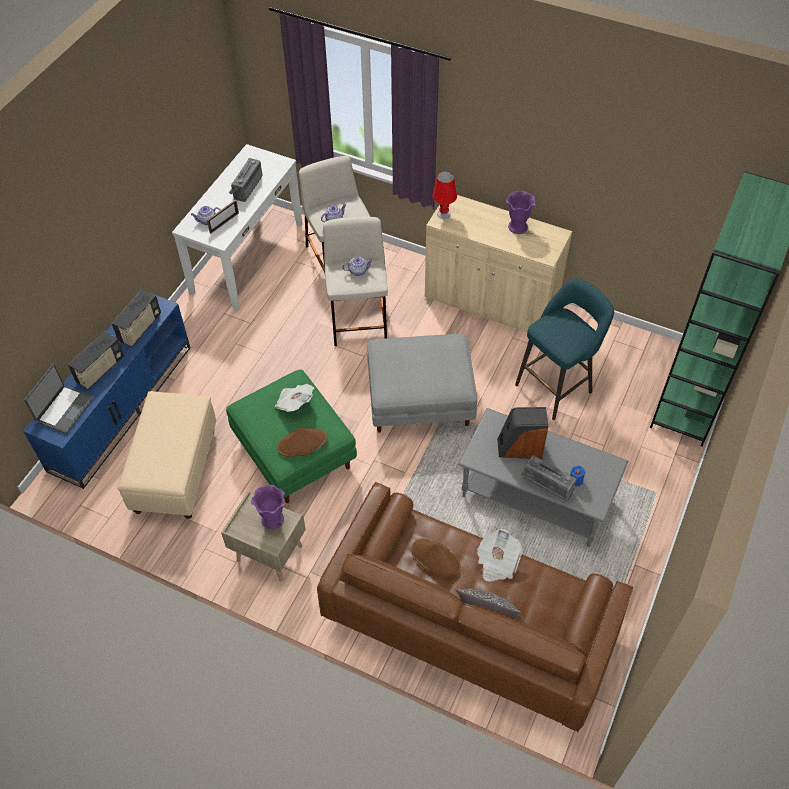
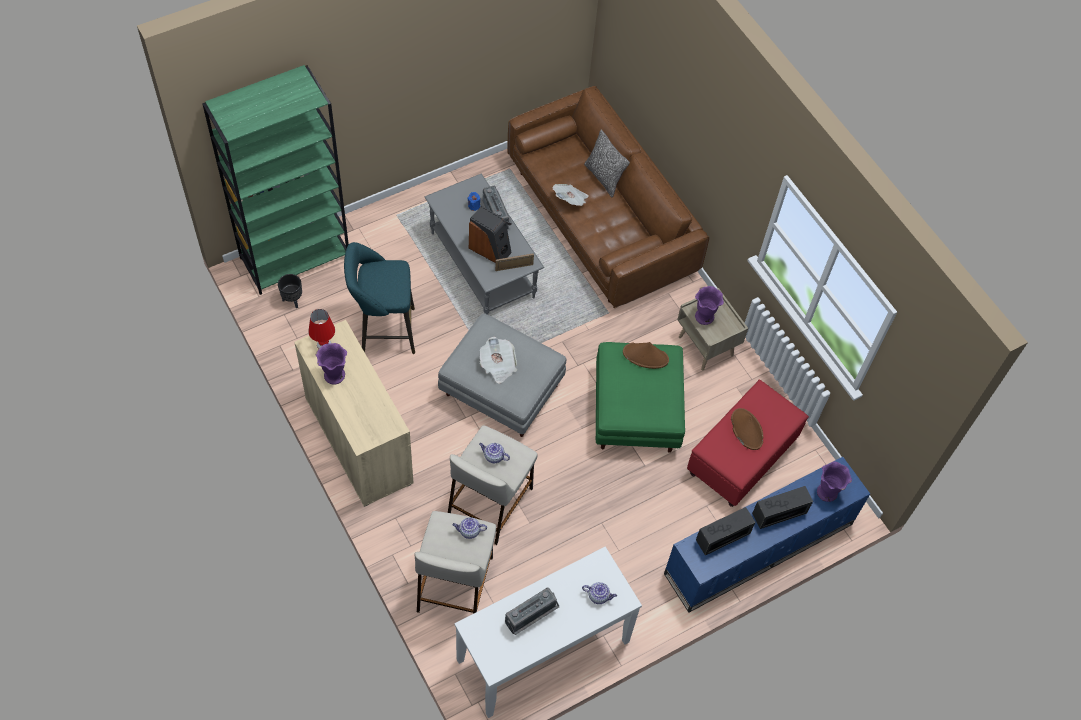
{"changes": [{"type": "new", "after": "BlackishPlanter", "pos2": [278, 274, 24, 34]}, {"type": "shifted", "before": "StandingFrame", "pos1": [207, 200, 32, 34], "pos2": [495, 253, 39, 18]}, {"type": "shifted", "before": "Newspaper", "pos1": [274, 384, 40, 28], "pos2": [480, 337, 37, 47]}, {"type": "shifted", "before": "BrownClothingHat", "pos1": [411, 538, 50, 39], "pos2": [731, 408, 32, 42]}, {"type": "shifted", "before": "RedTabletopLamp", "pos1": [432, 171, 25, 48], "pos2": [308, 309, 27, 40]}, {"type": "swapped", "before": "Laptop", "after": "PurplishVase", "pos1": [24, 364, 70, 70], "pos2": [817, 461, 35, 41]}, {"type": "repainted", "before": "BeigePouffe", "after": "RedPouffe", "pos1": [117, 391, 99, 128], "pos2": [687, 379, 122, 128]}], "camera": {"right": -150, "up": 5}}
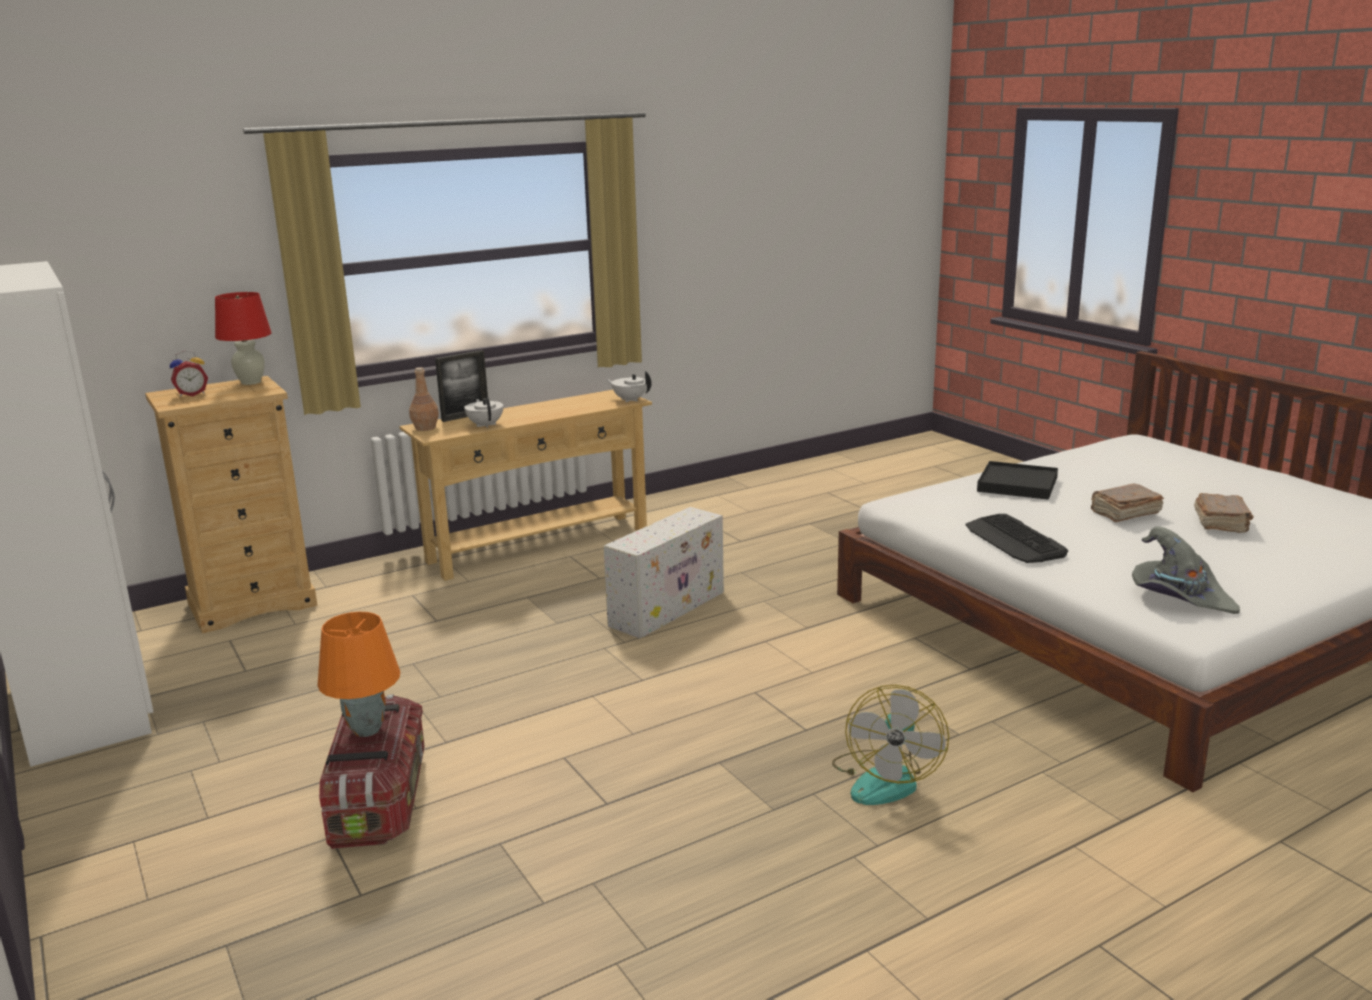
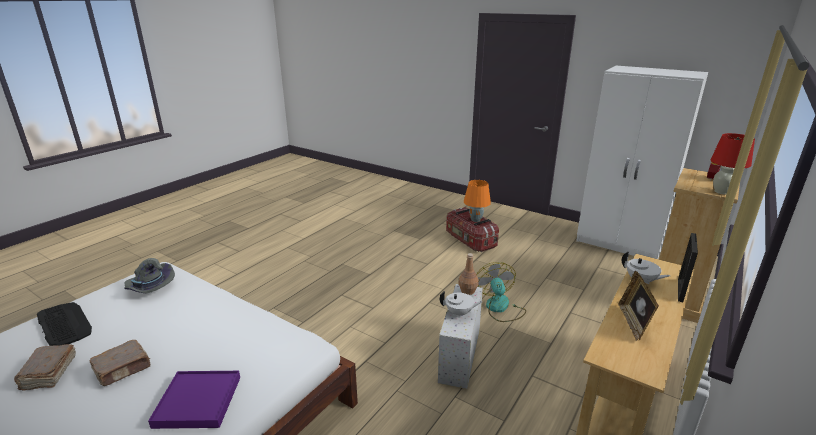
{"changes": [{"type": "new", "after": "StandingFrame", "pos2": [618, 271, 41, 70]}, {"type": "shifted", "before": "BrownBeverageBottle", "pos1": [409, 367, 30, 64], "pos2": [458, 253, 21, 42]}, {"type": "shifted", "before": "WhiteColouredTeaPot", "pos1": [606, 371, 45, 31], "pos2": [440, 291, 42, 24]}, {"type": "shifted", "before": "Fan", "pos1": [832, 685, 117, 120], "pos2": [477, 262, 49, 60]}, {"type": "shifted", "before": "PcKeyboard", "pos1": [966, 514, 102, 49], "pos2": [37, 302, 55, 44]}, {"type": "repainted", "before": "BlackishTray", "after": "PurplishTray", "pos1": [977, 461, 81, 39], "pos2": [148, 371, 92, 58]}], "camera": {"right": 155, "up": 5}}
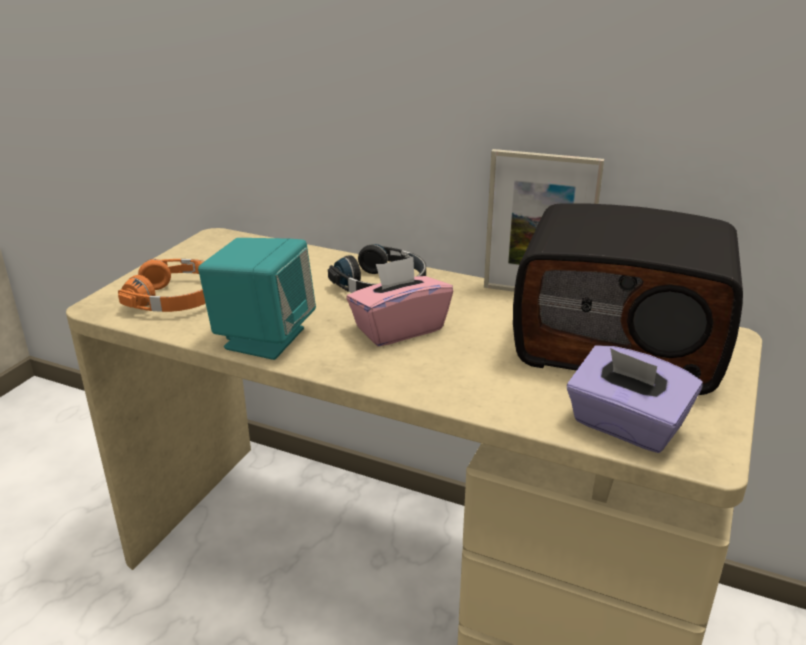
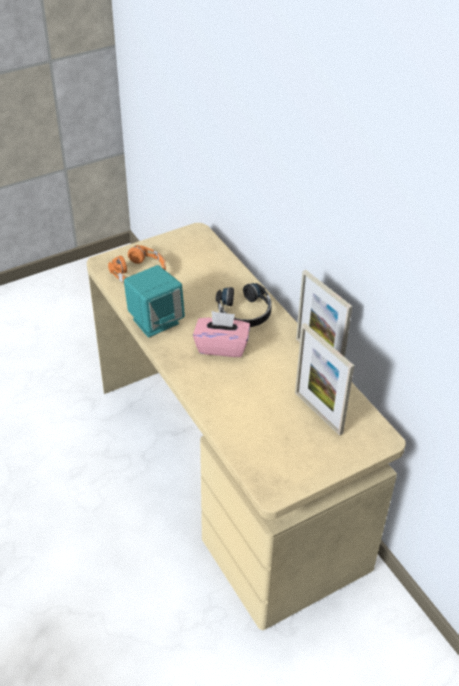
{"changes": [{"type": "gone", "before": "PurplishBoxOfTissues", "pos1": [567, 345, 136, 108]}, {"type": "swapped", "before": "RadioReceiver", "after": "StandingFrame", "pos1": [513, 203, 230, 192], "pos2": [295, 323, 59, 113]}], "camera": {"right": 35, "up": 15}}
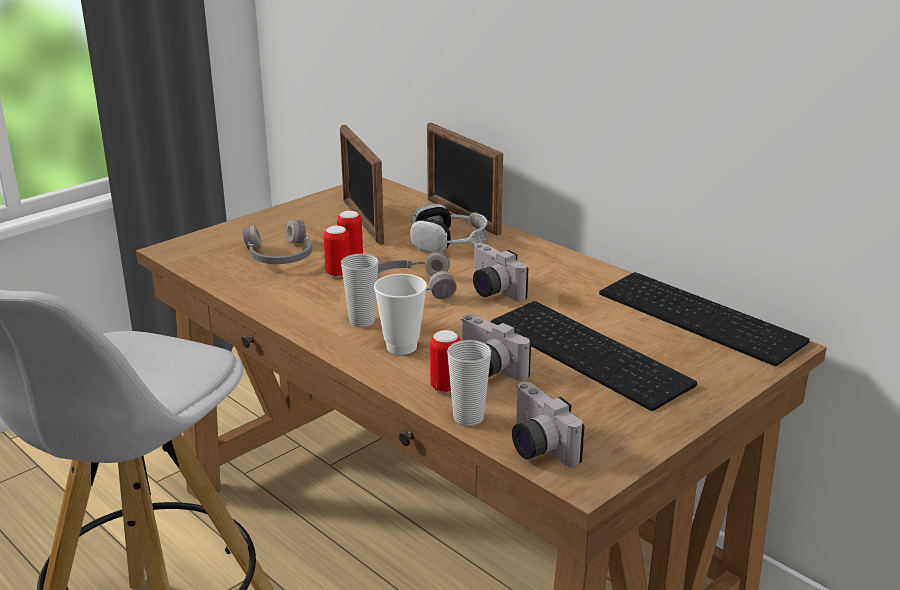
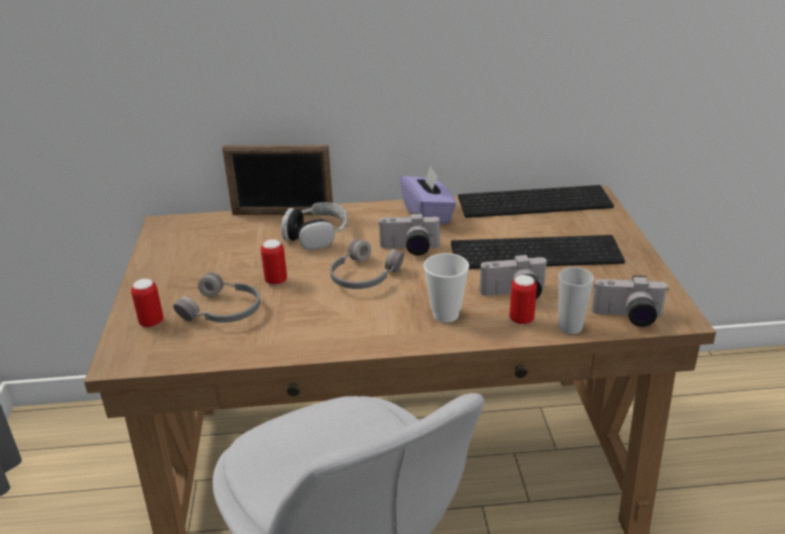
{"changes": [{"type": "gone", "before": "StandingFrame", "pos1": [340, 125, 44, 120]}, {"type": "gone", "before": "Cup", "pos1": [341, 254, 37, 73]}, {"type": "new", "after": "PurplishBoxOfTissues", "pos2": [400, 165, 57, 60]}, {"type": "shifted", "before": "Can", "pos1": [324, 226, 26, 51], "pos2": [131, 279, 33, 49]}], "camera": {"right": -50, "up": 5}}
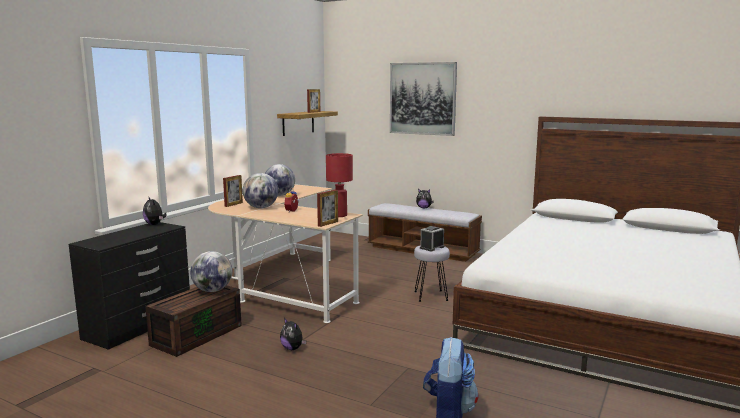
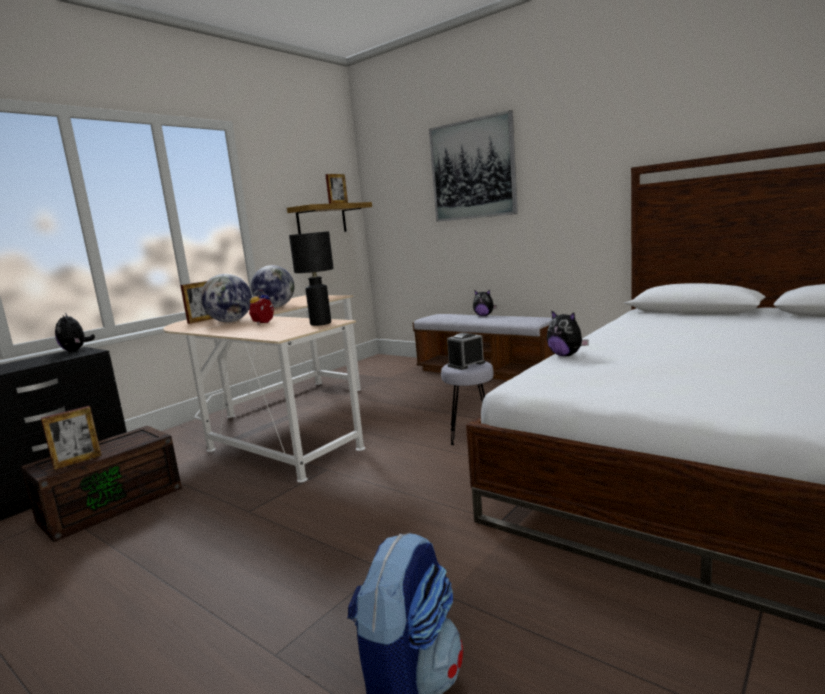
{"changes": [{"type": "gone", "before": "Globe", "pos1": [190, 251, 42, 41]}, {"type": "shifted", "before": "SoftToy", "pos1": [280, 318, 26, 32], "pos2": [547, 310, 42, 46]}, {"type": "shifted", "before": "StandingFrame", "pos1": [317, 190, 21, 37], "pos2": [41, 406, 61, 64]}, {"type": "repainted", "before": "RedTabletopLamp", "after": "BlackishTabletopLamp", "pos1": [326, 153, 27, 64], "pos2": [289, 231, 45, 95]}], "camera": {"right": 10, "up": 0}}
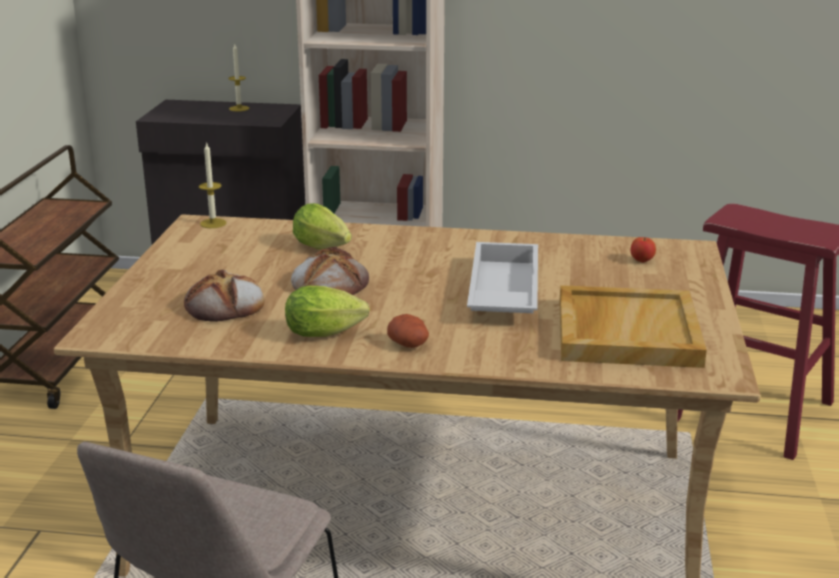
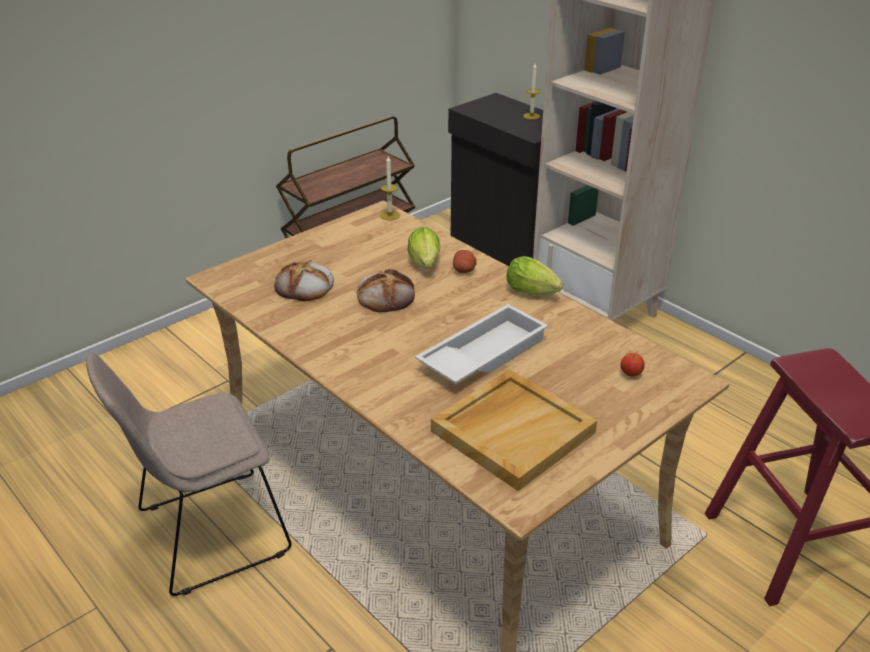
{"changes": [{"type": "shifted", "before": "Lettuce", "pos1": [285, 286, 85, 51], "pos2": [506, 256, 57, 39]}, {"type": "shifted", "before": "WholePotato", "pos1": [387, 314, 42, 34], "pos2": [453, 250, 24, 23]}], "camera": {"right": 40, "up": 10}}
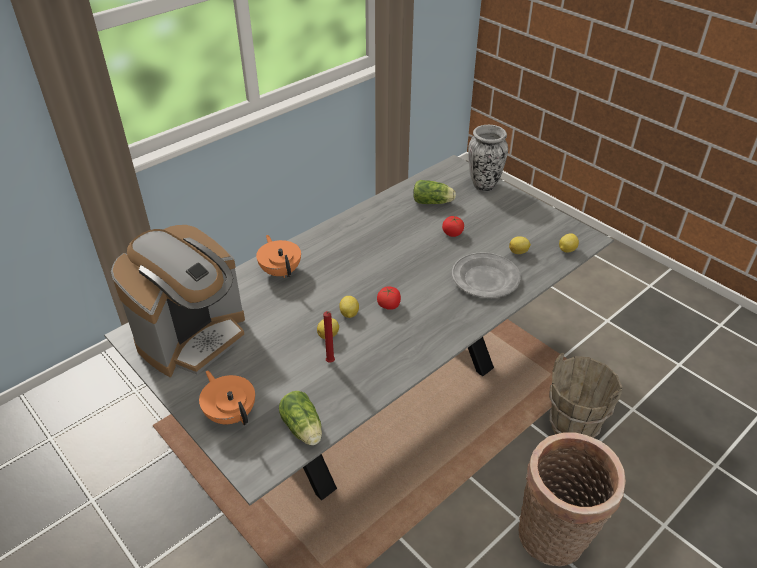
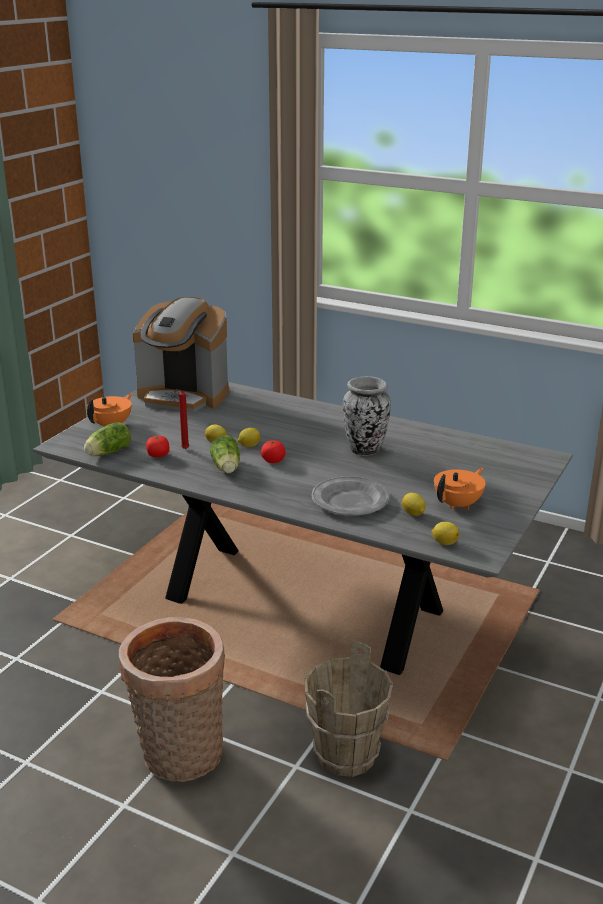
{"changes": [{"type": "shifted", "before": "OrangeTeaPot", "pos1": [256, 235, 45, 43], "pos2": [434, 468, 51, 42]}, {"type": "shifted", "before": "Lettuce", "pos1": [413, 180, 43, 24], "pos2": [210, 435, 30, 38]}, {"type": "shifted", "before": "Tomato", "pos1": [442, 216, 22, 21], "pos2": [146, 436, 23, 21]}, {"type": "shifted", "before": "Vase", "pos1": [468, 125, 40, 66], "pos2": [343, 376, 48, 80]}], "camera": {"right": 70, "up": -15}}
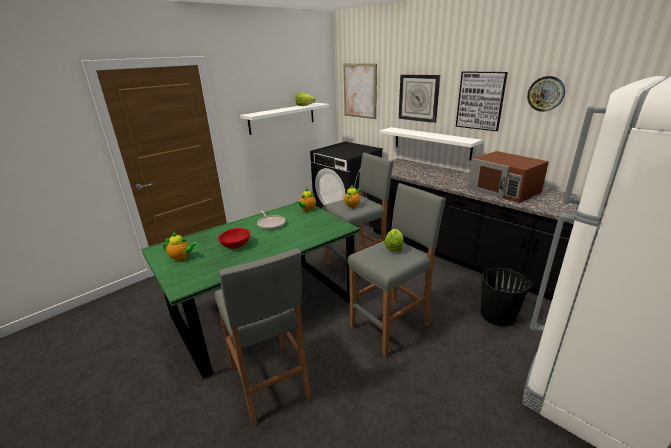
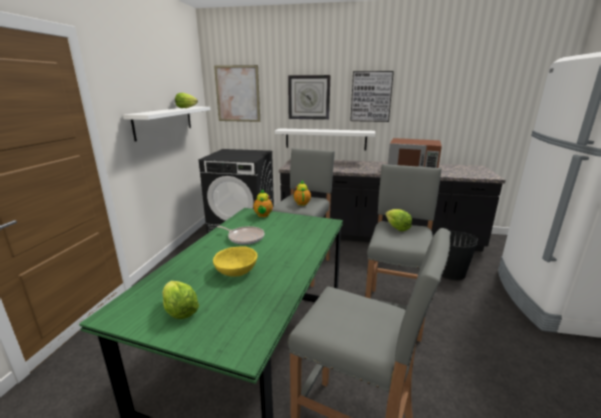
{"changes": [{"type": "gone", "before": "WallClock", "pos1": [527, 76, 38, 36]}, {"type": "swapped", "before": "TeaPot", "after": "Lettuce", "pos1": [163, 232, 36, 29], "pos2": [162, 281, 37, 38]}, {"type": "repainted", "before": "RedServingBowl", "after": "YellowServingBowl", "pos1": [218, 228, 32, 21], "pos2": [213, 246, 45, 31]}], "camera": {"right": -35, "up": -5}}
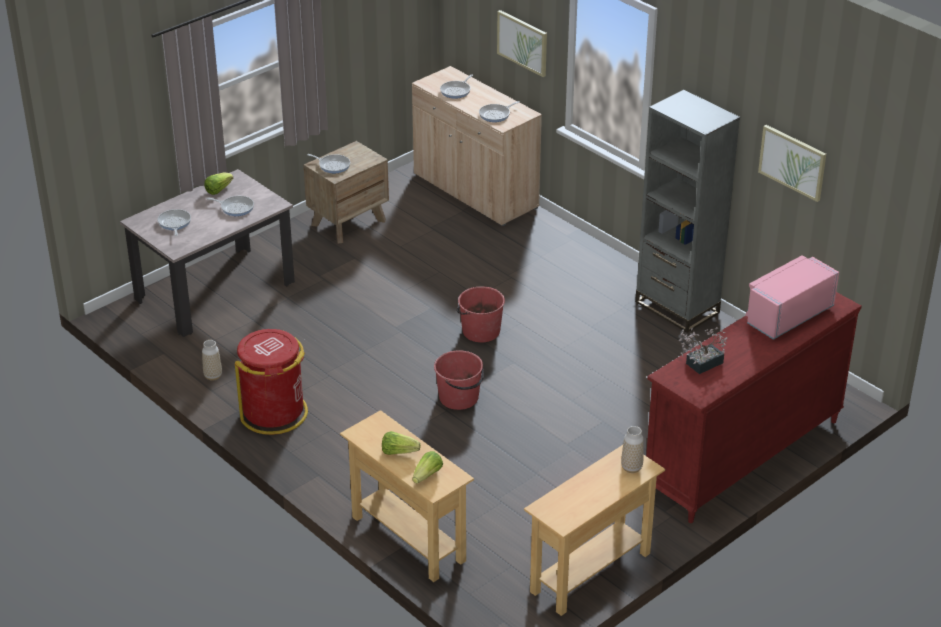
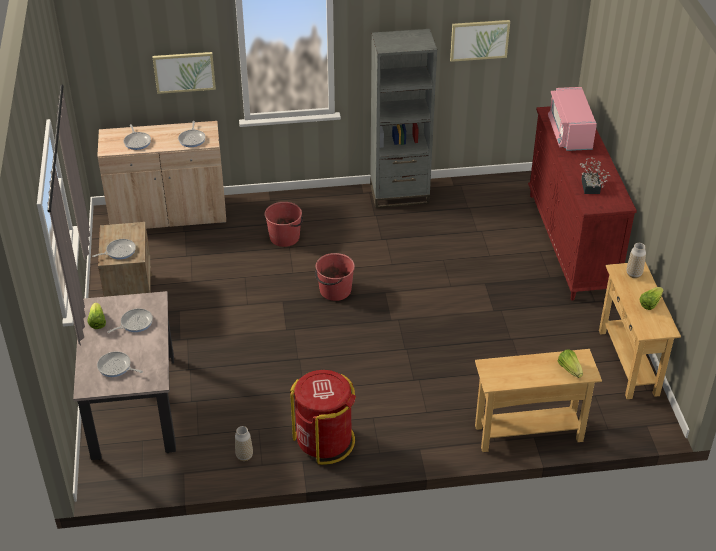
{"changes": [{"type": "shifted", "before": "Lettuce", "pos1": [382, 431, 39, 24], "pos2": [639, 287, 25, 23]}, {"type": "shifted", "before": "RedWaterBucket", "pos1": [434, 350, 50, 60], "pos2": [265, 202, 38, 45]}], "camera": {"right": -55, "up": 5}}
